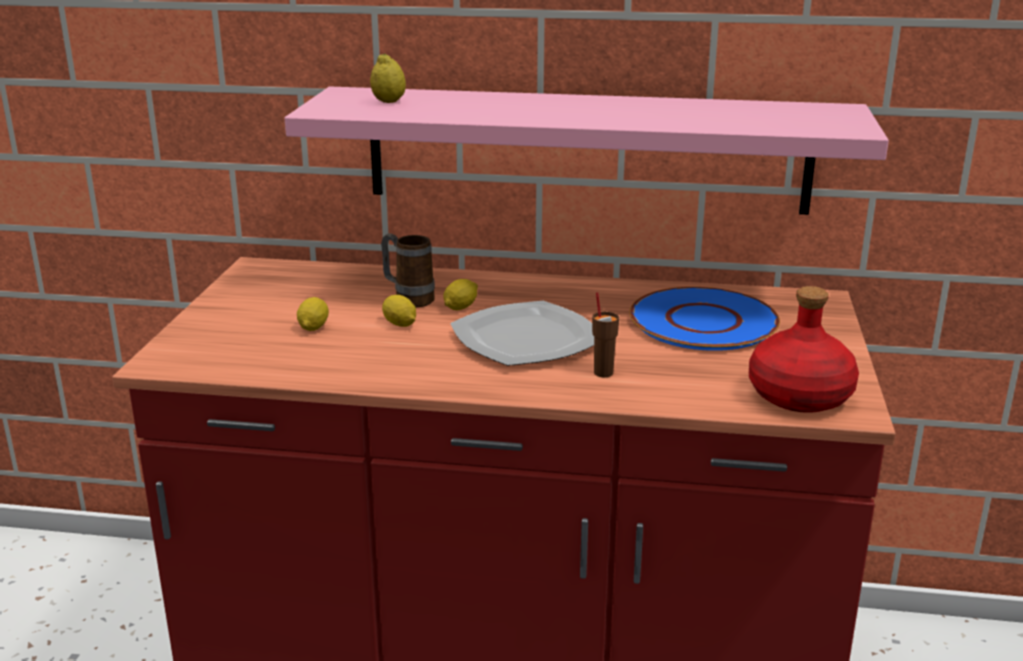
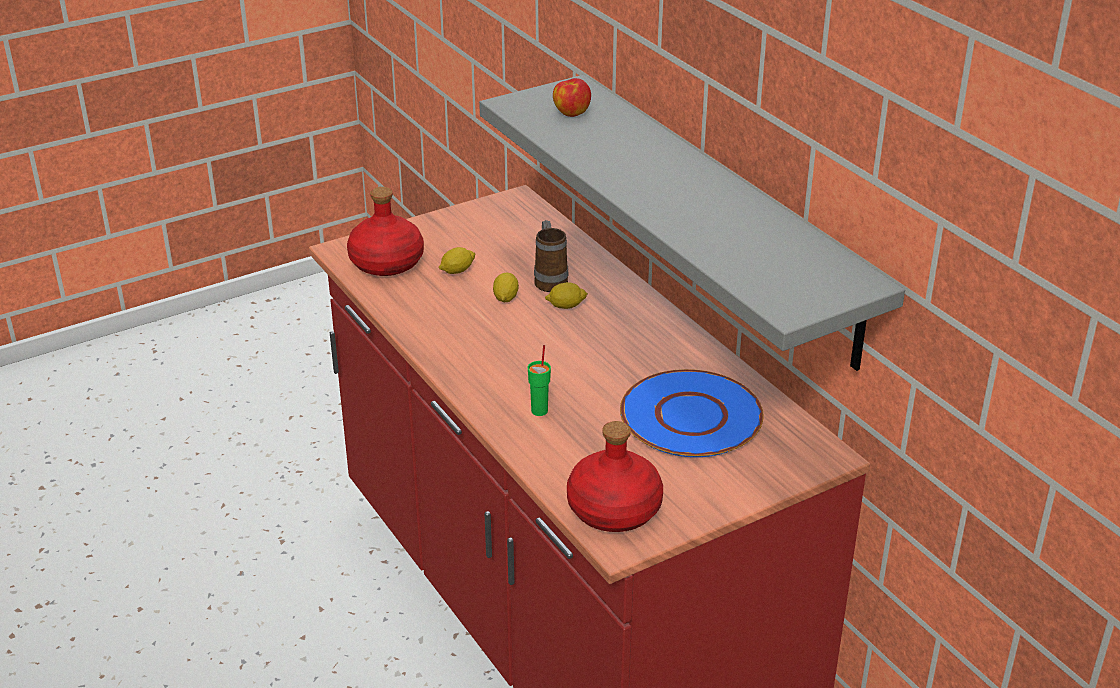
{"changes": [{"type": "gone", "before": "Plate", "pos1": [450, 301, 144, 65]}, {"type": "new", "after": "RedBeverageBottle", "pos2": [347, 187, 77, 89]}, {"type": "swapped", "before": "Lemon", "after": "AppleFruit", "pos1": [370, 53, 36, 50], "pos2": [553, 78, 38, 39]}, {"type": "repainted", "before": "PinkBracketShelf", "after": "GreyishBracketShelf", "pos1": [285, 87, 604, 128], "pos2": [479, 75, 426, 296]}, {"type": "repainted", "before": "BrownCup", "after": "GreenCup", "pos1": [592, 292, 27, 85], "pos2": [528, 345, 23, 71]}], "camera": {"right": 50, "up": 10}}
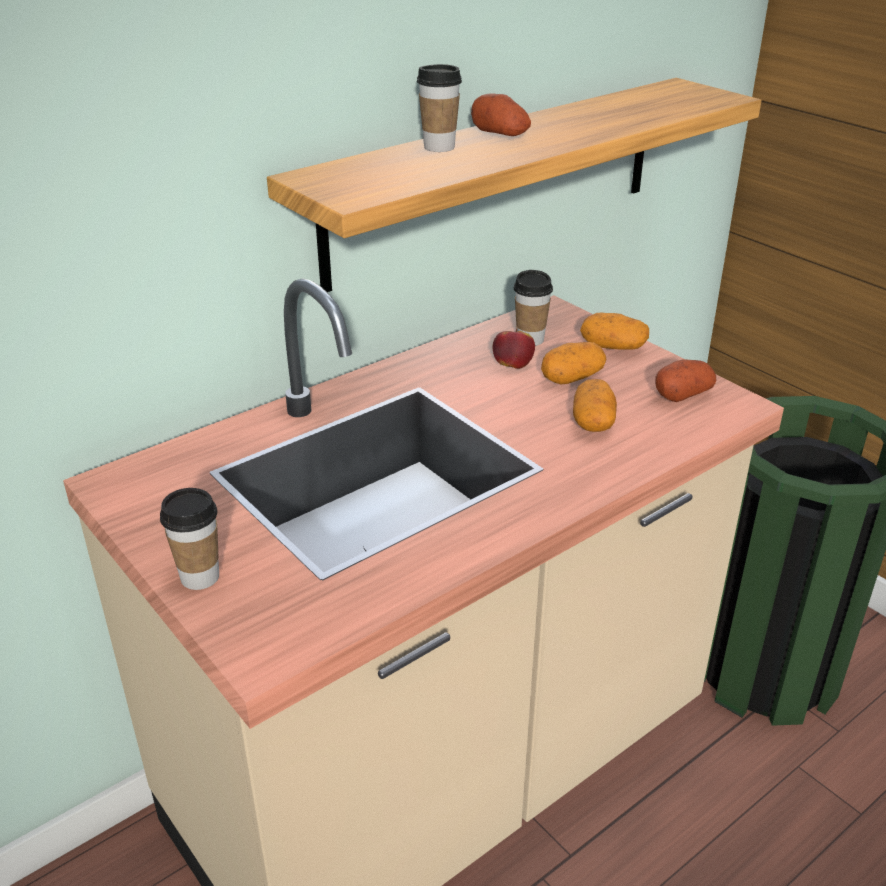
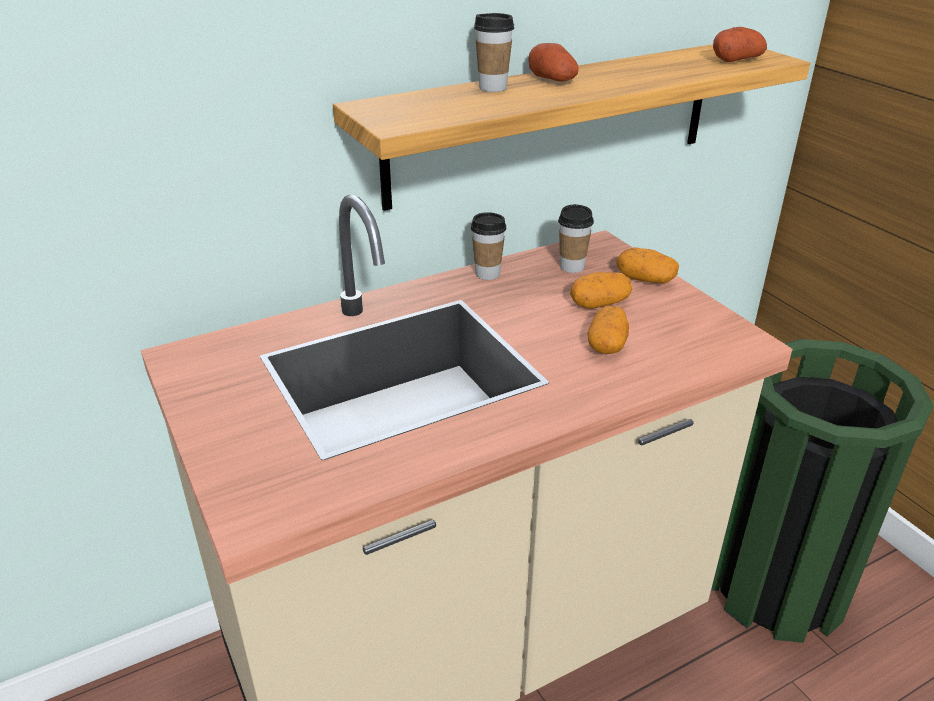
{"changes": [{"type": "gone", "before": "AppleFruit", "pos1": [493, 325, 42, 44]}, {"type": "shifted", "before": "Cup", "pos1": [160, 488, 59, 102], "pos2": [471, 212, 35, 68]}, {"type": "shifted", "before": "WholePotato", "pos1": [655, 359, 61, 43], "pos2": [713, 27, 54, 35]}], "camera": {"right": 10, "up": 0}}
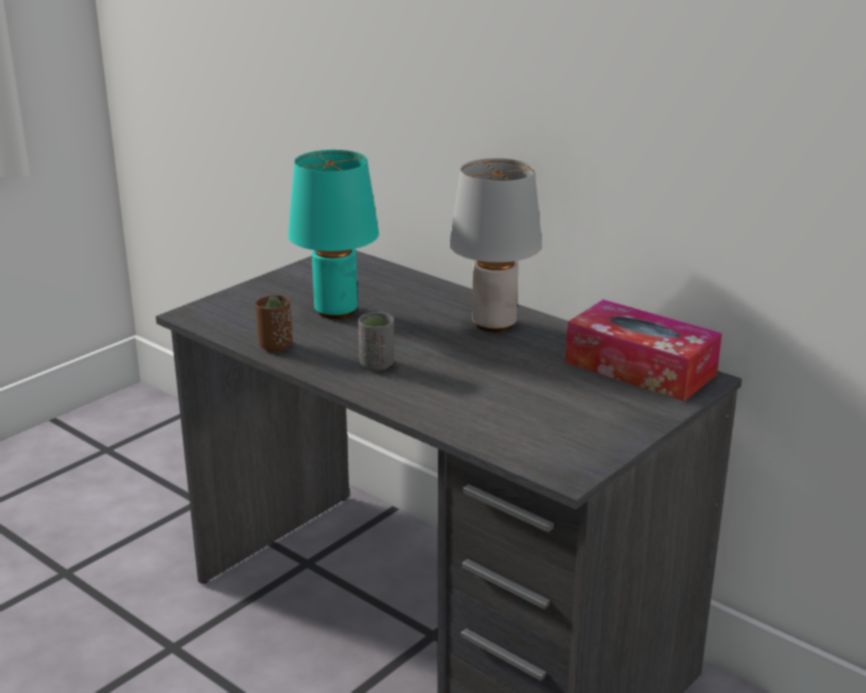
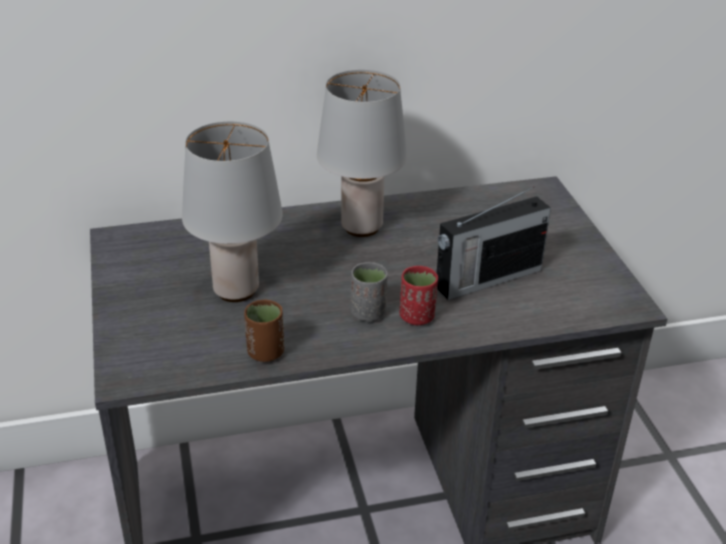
{"changes": [{"type": "gone", "before": "BoxOfTissues", "pos1": [565, 299, 157, 103]}, {"type": "new", "after": "RedCup", "pos2": [400, 266, 38, 59]}, {"type": "new", "after": "RadioReceiver", "pos2": [437, 187, 114, 113]}, {"type": "repainted", "before": "TurquoiseColouredTabletopLamp", "after": "GreyishTabletopLamp", "pos1": [288, 150, 91, 169], "pos2": [182, 122, 101, 180]}], "camera": {"right": -55, "up": 10}}
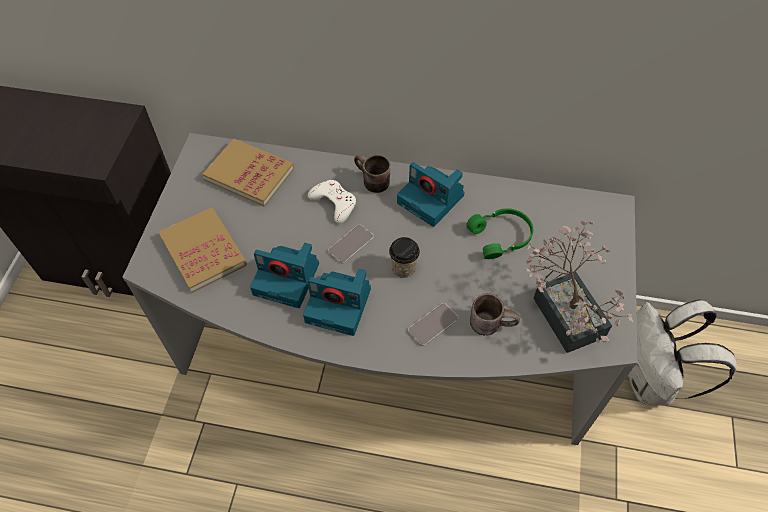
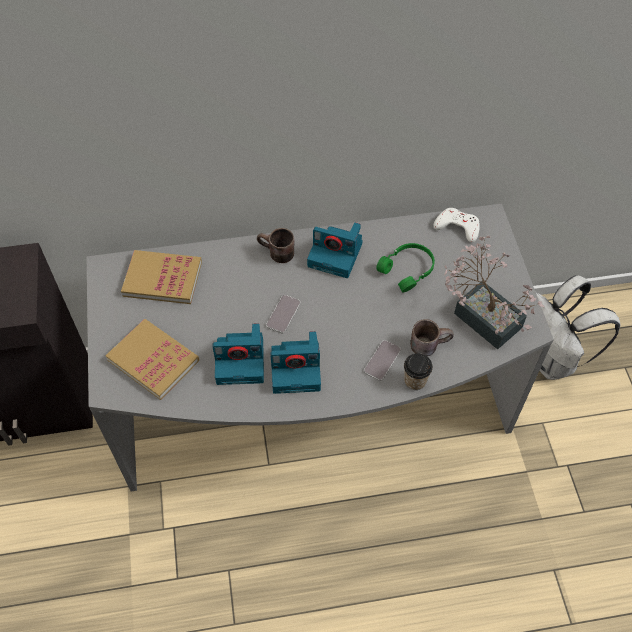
{"changes": [{"type": "shifted", "before": "WhiteColouredJoypad", "pos1": [308, 180, 48, 44], "pos2": [434, 208, 46, 34]}, {"type": "shifted", "before": "Cup", "pos1": [389, 237, 31, 41], "pos2": [404, 353, 29, 37]}], "camera": {"right": -20, "up": 0}}
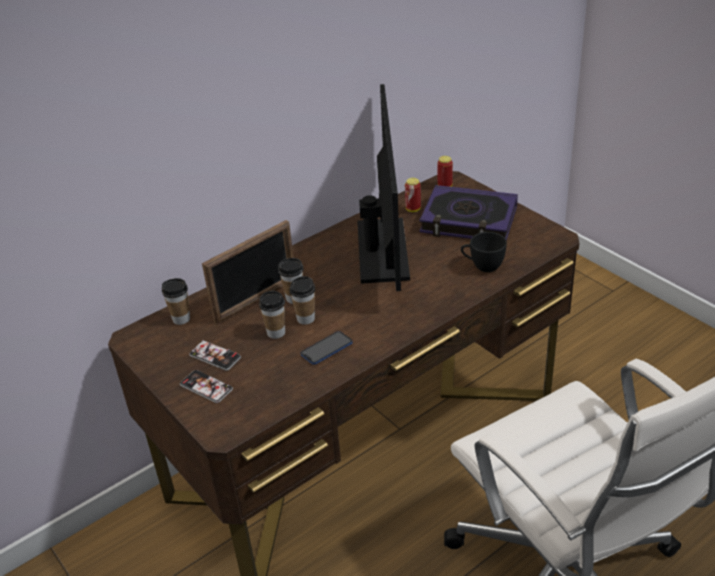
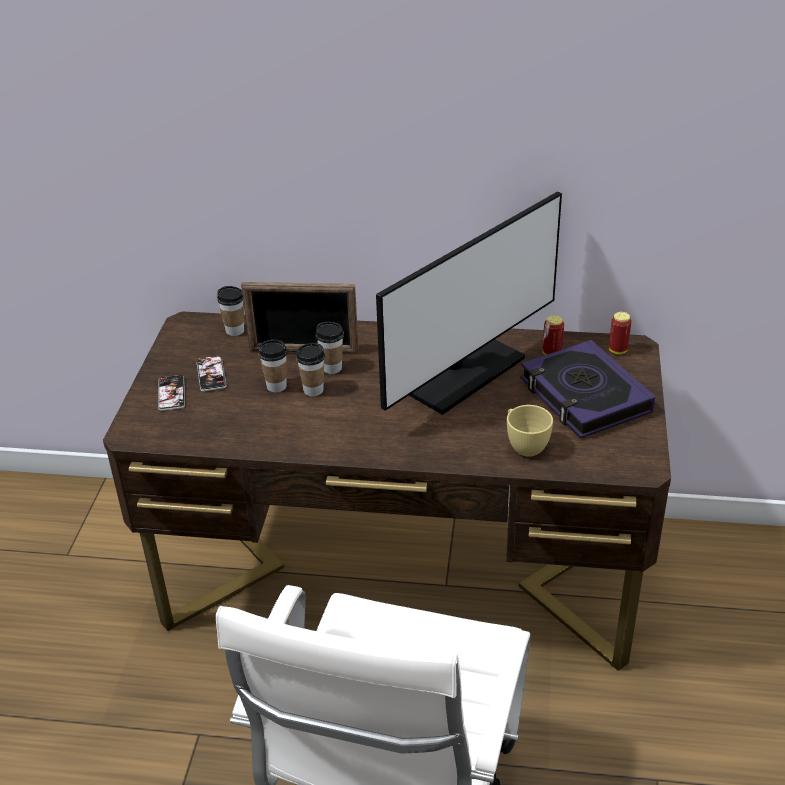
{"changes": [{"type": "gone", "before": "Handset", "pos1": [301, 331, 52, 34]}, {"type": "repainted", "before": "BlackishCup", "after": "YellowCup", "pos1": [461, 232, 46, 40], "pos2": [507, 405, 46, 52]}], "camera": {"right": 45, "up": 0}}
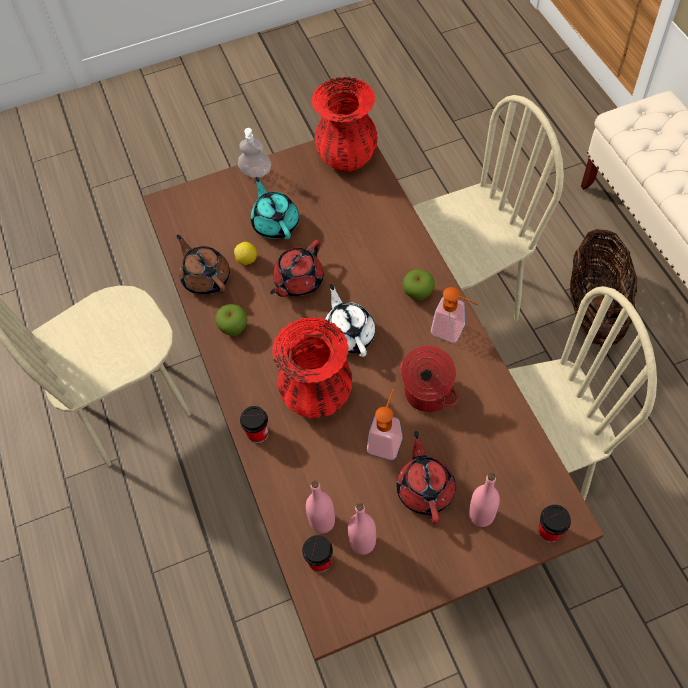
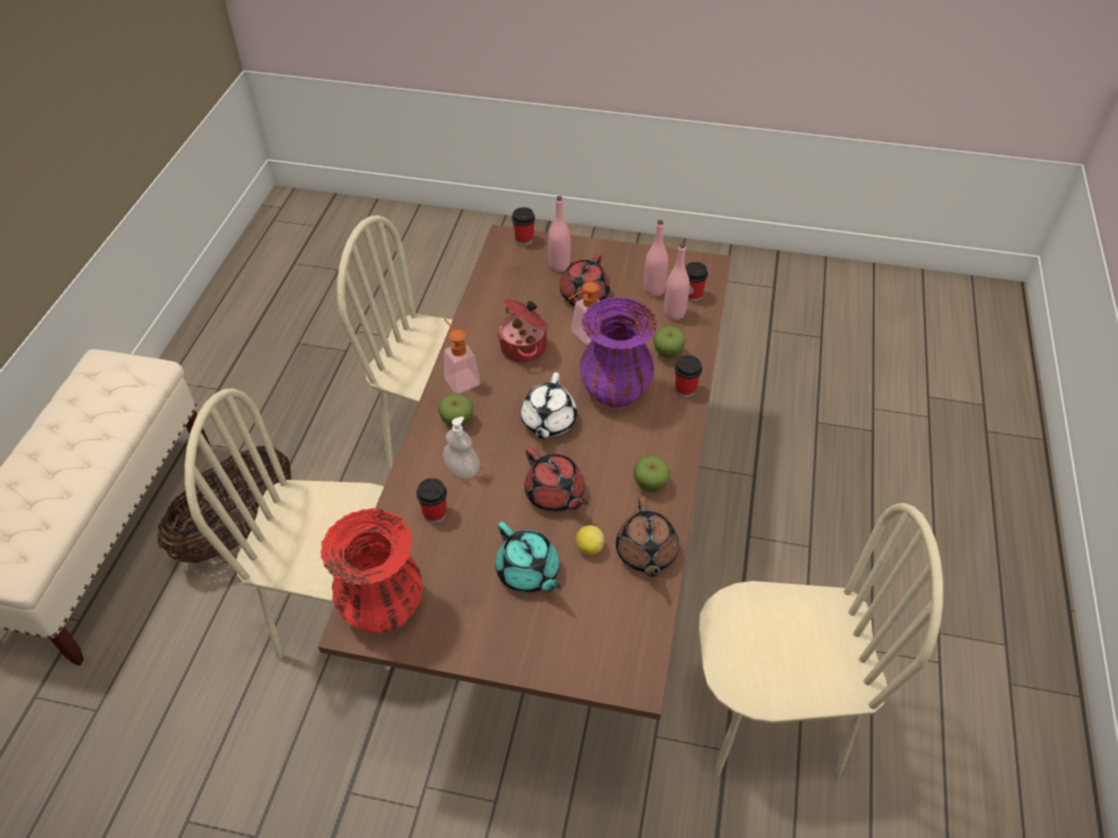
{"changes": [{"type": "new", "after": "Cup", "pos2": [416, 478, 31, 45]}, {"type": "new", "after": "AppleFruit", "pos2": [653, 326, 33, 32]}, {"type": "shifted", "before": "SoapDispenser", "pos1": [238, 128, 33, 50], "pos2": [443, 417, 37, 61]}, {"type": "repainted", "before": "RedVase", "after": "PurplishVase", "pos1": [272, 317, 80, 101], "pos2": [580, 297, 77, 110]}, {"type": "rotated", "before": "TurquoiseColouredTeaPot", "pos1": [251, 177, 48, 63], "pos2": [495, 522, 66, 71], "turn": -45}, {"type": "rotated", "before": "RedTeaPot", "pos1": [270, 240, 54, 57], "pos2": [524, 447, 64, 65], "turn": 75}], "camera": {"right": -150, "up": -10}}
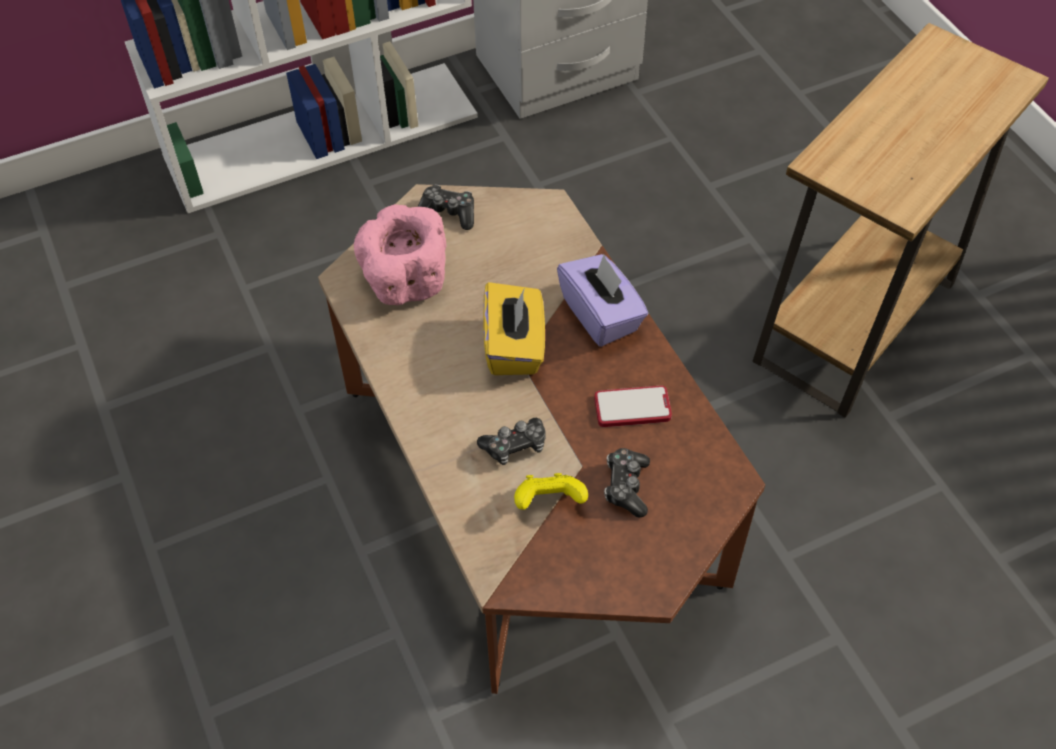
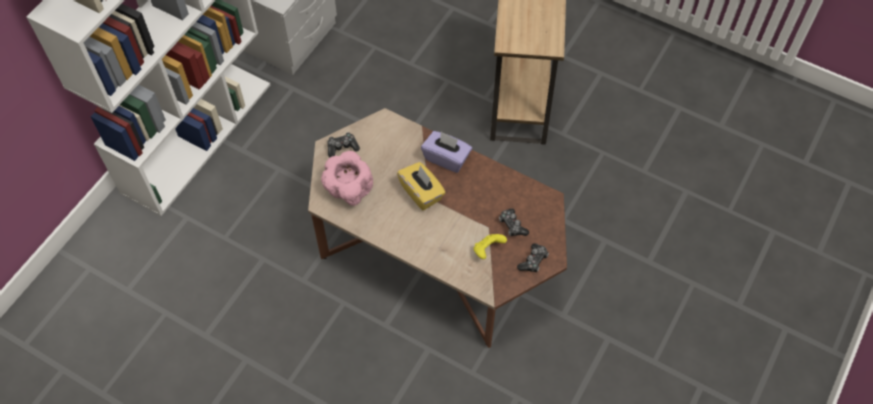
{"changes": [{"type": "gone", "before": "Handset", "pos1": [594, 386, 78, 41]}, {"type": "shifted", "before": "Joypad", "pos1": [477, 418, 69, 47], "pos2": [517, 243, 32, 29]}], "camera": {"right": -35, "up": 5}}
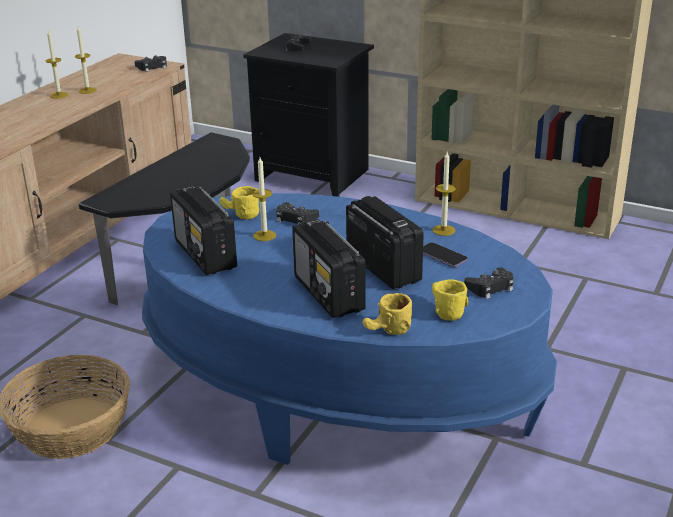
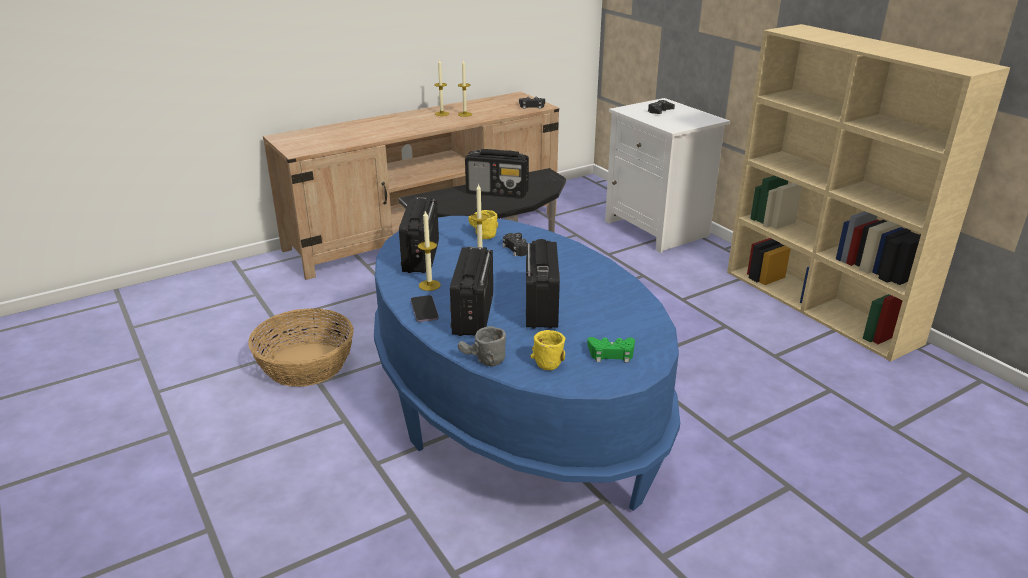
{"changes": [{"type": "new", "after": "RadioReceiver", "pos2": [465, 149, 64, 49]}, {"type": "shifted", "before": "Handset", "pos1": [423, 242, 45, 25], "pos2": [411, 295, 28, 27]}, {"type": "shifted", "before": "Candle", "pos1": [433, 152, 23, 84], "pos2": [418, 211, 23, 80]}, {"type": "repainted", "before": "BlackishNightstand", "after": "WhiteColouredNightstand", "pos1": [243, 33, 131, 164], "pos2": [605, 98, 125, 155]}, {"type": "repainted", "before": "YellowMug", "after": "GreyishMug", "pos1": [363, 293, 49, 42], "pos2": [458, 326, 48, 40]}, {"type": "repainted", "before": "BlackishJoypad", "after": "GreenJoypad", "pos1": [464, 267, 50, 32], "pos2": [587, 337, 48, 25]}], "camera": {"right": 30, "up": 0}}
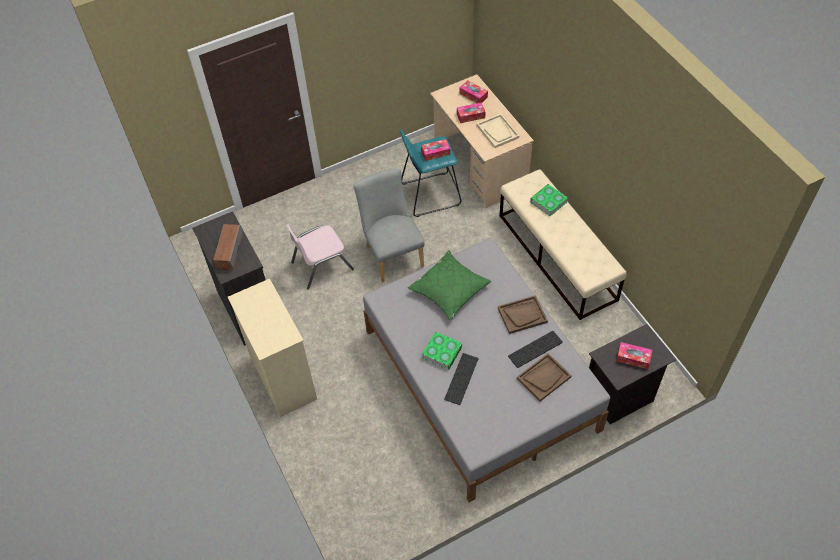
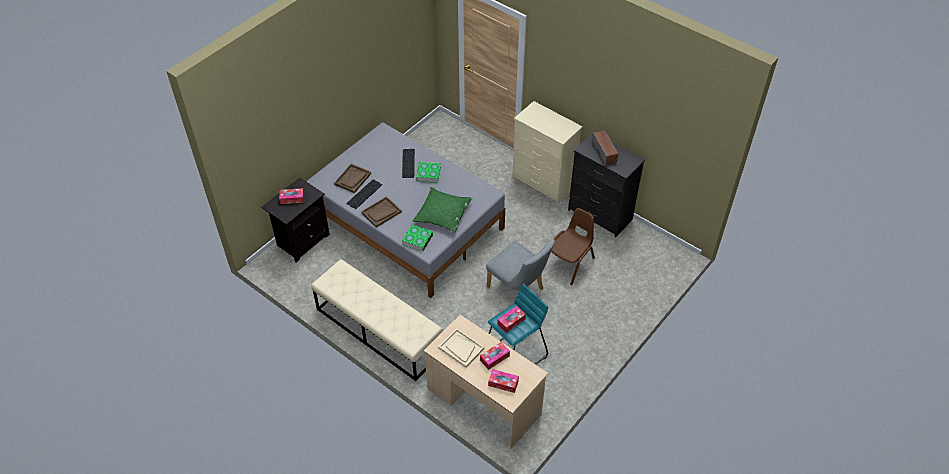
{"changes": [{"type": "shifted", "before": "Volume", "pos1": [530, 184, 38, 33], "pos2": [402, 225, 31, 26]}, {"type": "repainted", "before": "PinkChair", "after": "BrownChair", "pos1": [286, 224, 68, 65], "pos2": [551, 208, 44, 77]}], "camera": {"right": 155, "up": -5}}
